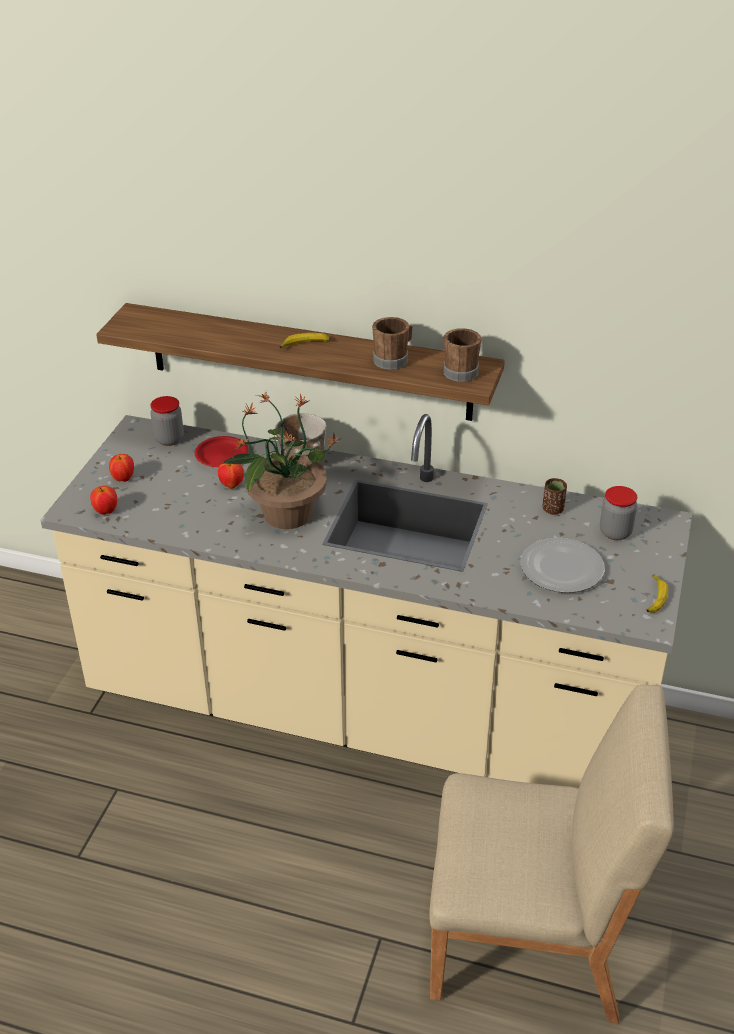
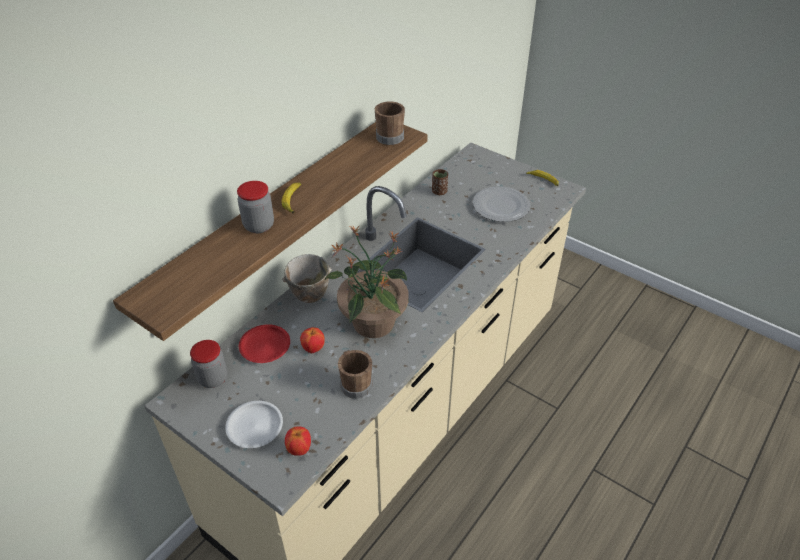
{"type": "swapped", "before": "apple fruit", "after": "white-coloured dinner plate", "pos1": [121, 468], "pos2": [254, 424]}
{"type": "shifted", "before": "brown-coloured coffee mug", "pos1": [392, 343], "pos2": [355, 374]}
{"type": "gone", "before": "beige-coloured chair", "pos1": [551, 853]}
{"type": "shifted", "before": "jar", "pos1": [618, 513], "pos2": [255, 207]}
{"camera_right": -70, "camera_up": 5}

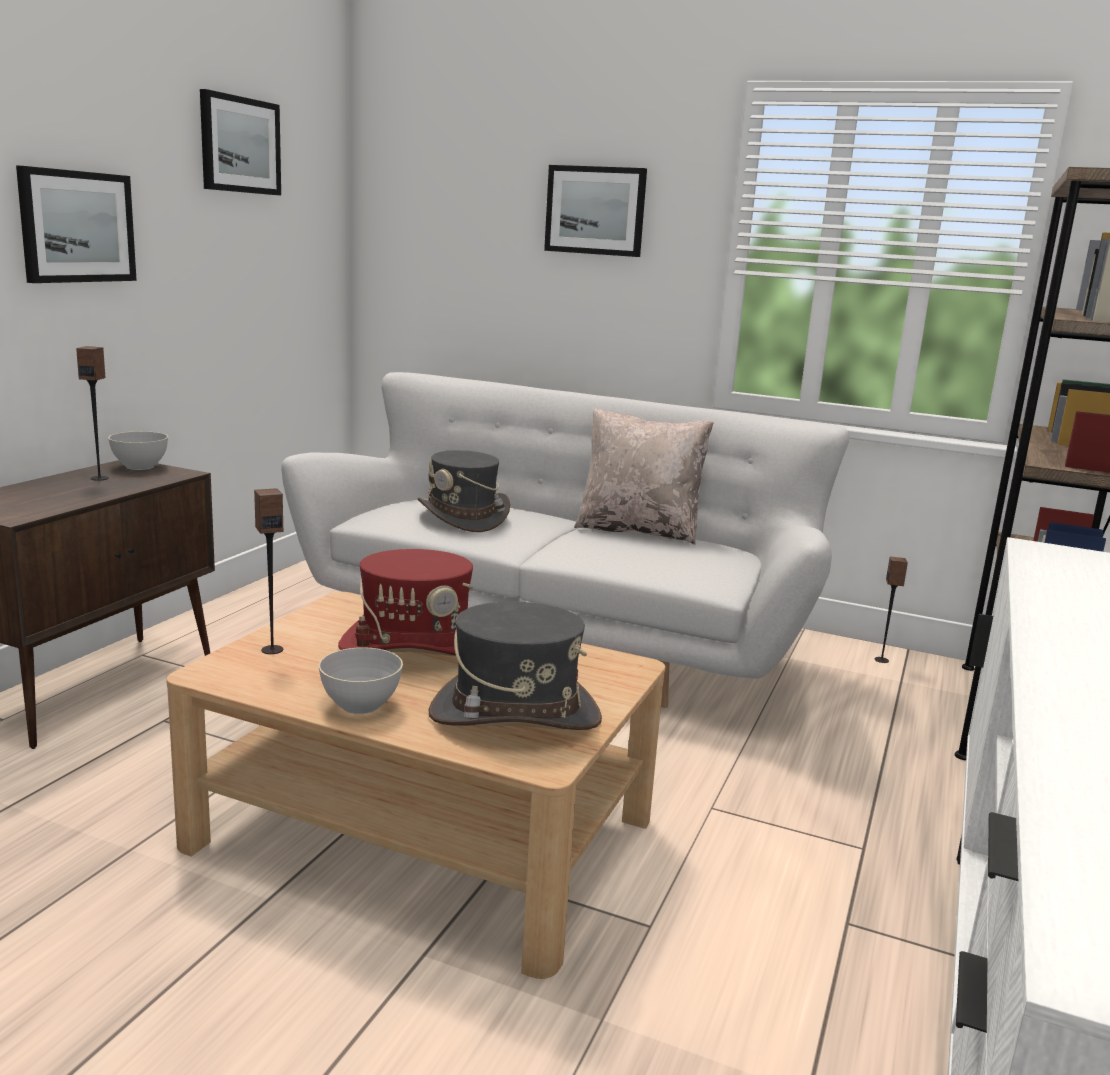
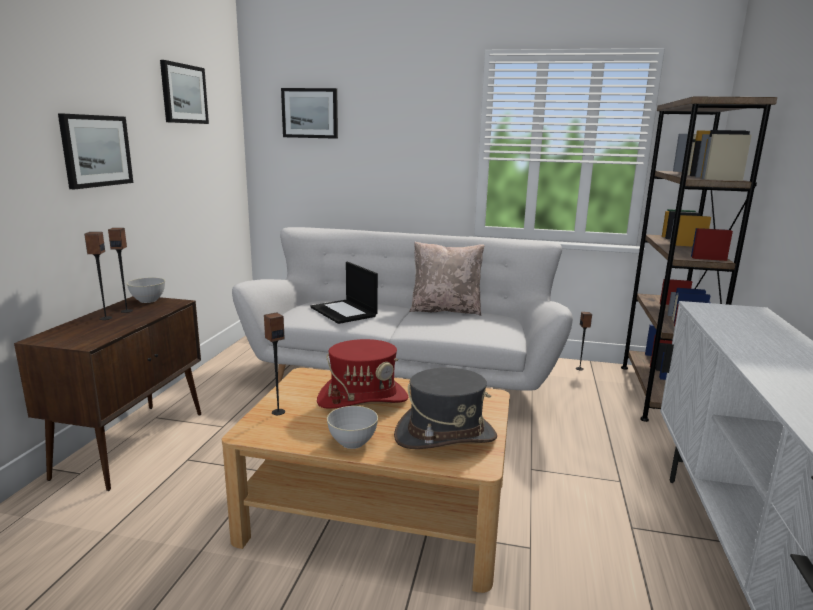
{"type": "swapped", "before": "greyish clothing hat", "after": "laptop", "pos1": [464, 491], "pos2": [344, 293]}
{"type": "shifted", "before": "wall picture", "pos1": [595, 211], "pos2": [309, 113]}
{"type": "new", "after": "speaker", "pos2": [98, 276]}
{"camera_right": -10, "camera_up": 0}

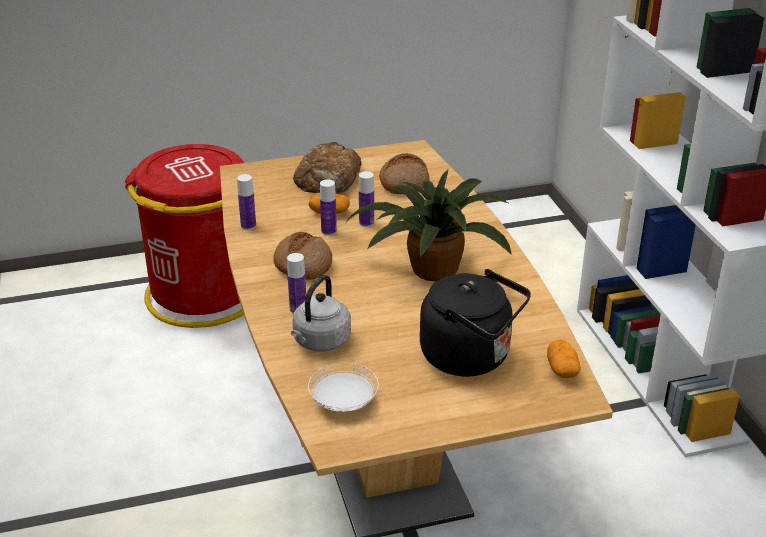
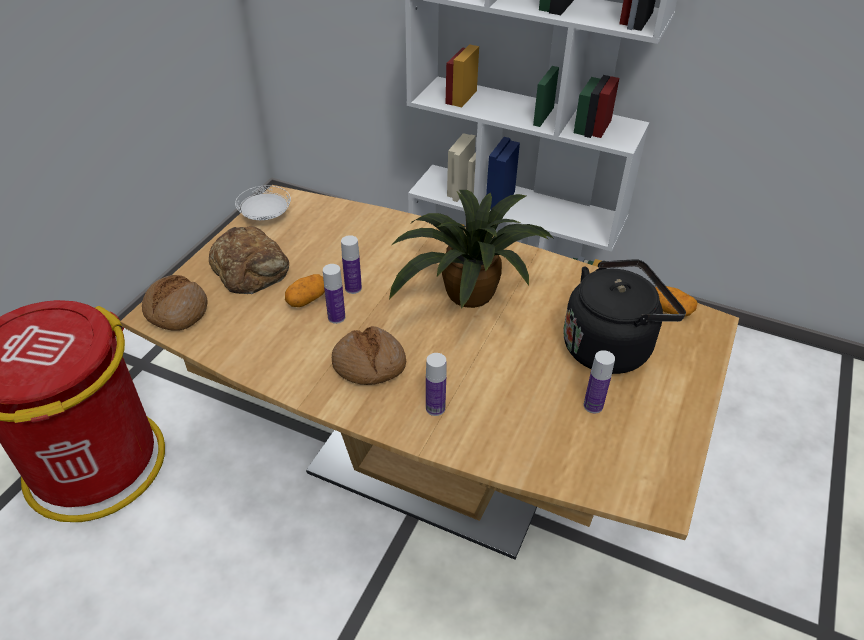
{"type": "shifted", "before": "beverage bottle", "pos1": [246, 202], "pos2": [599, 382]}
{"type": "gone", "before": "greyish water kettle", "pos1": [321, 313]}
{"type": "shifted", "before": "white-coloured dinner plate", "pos1": [343, 387], "pos2": [263, 202]}
{"type": "shifted", "before": "baked bread", "pos1": [404, 173], "pos2": [174, 303]}
{"camera_right": -50, "camera_up": 10}

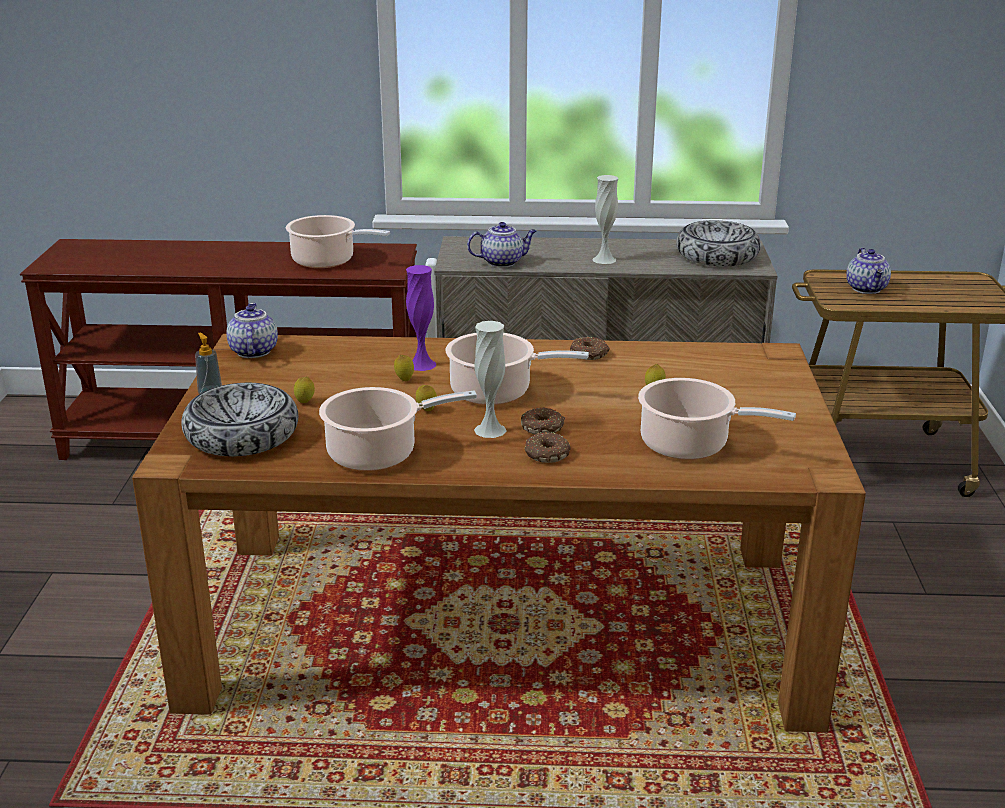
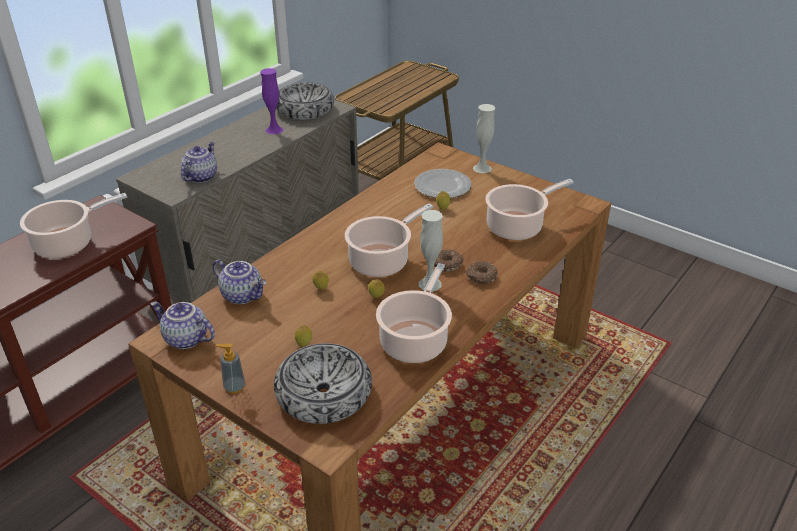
{"type": "shifted", "before": "purple-coloured decorative vase", "pos1": [421, 318], "pos2": [271, 101]}
{"type": "gone", "before": "doughnut", "pos1": [590, 348]}
{"type": "shifted", "before": "white-coloured decorative vase", "pos1": [605, 219], "pos2": [484, 138]}
{"type": "shifted", "before": "pot for tea", "pos1": [868, 271], "pos2": [239, 281]}
{"type": "new", "after": "dinner plate", "pos2": [442, 183]}
{"camera_right": -55, "camera_up": 10}

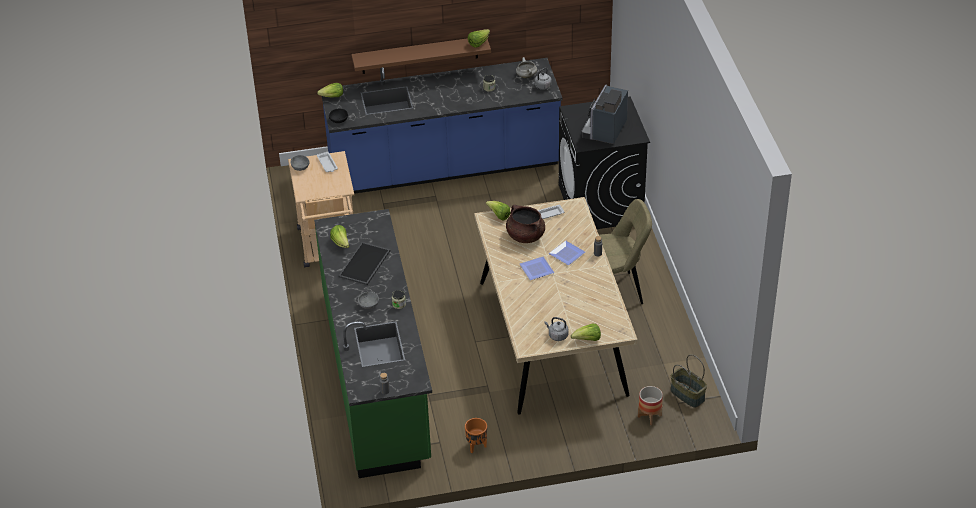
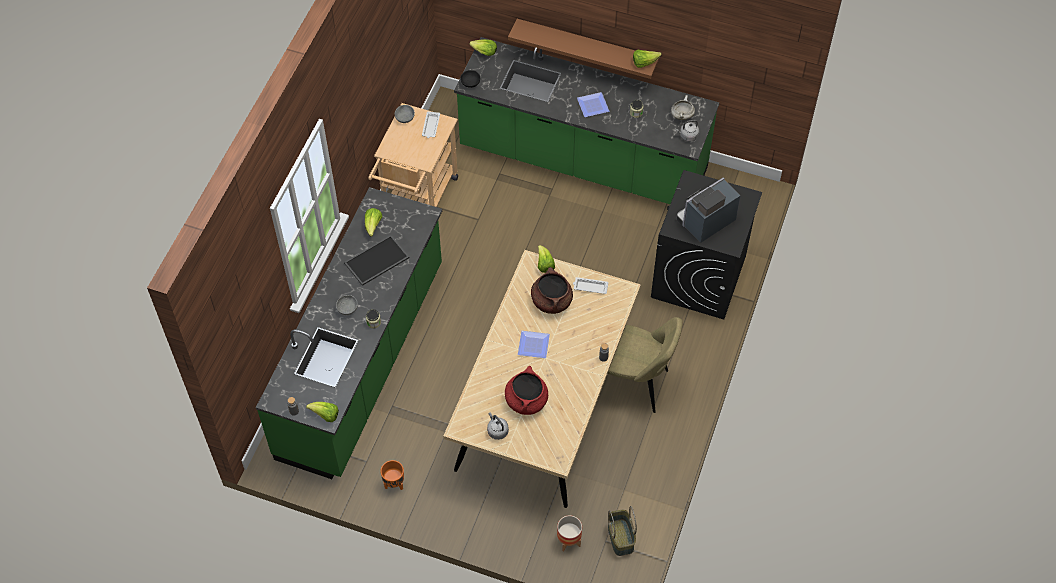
{"type": "repainted", "before": "blue kitchen base unit", "after": "green-coloured kitchen base unit", "pos1": [442, 126], "pos2": [586, 120]}
{"type": "shifted", "before": "dinner plate", "pos1": [567, 253], "pos2": [593, 104]}
{"type": "shifted", "before": "lettuce head", "pos1": [586, 332], "pos2": [322, 412]}
{"type": "new", "after": "red-coloured cooking pot", "pos2": [526, 390]}
{"camera_right": 30, "camera_up": 15}

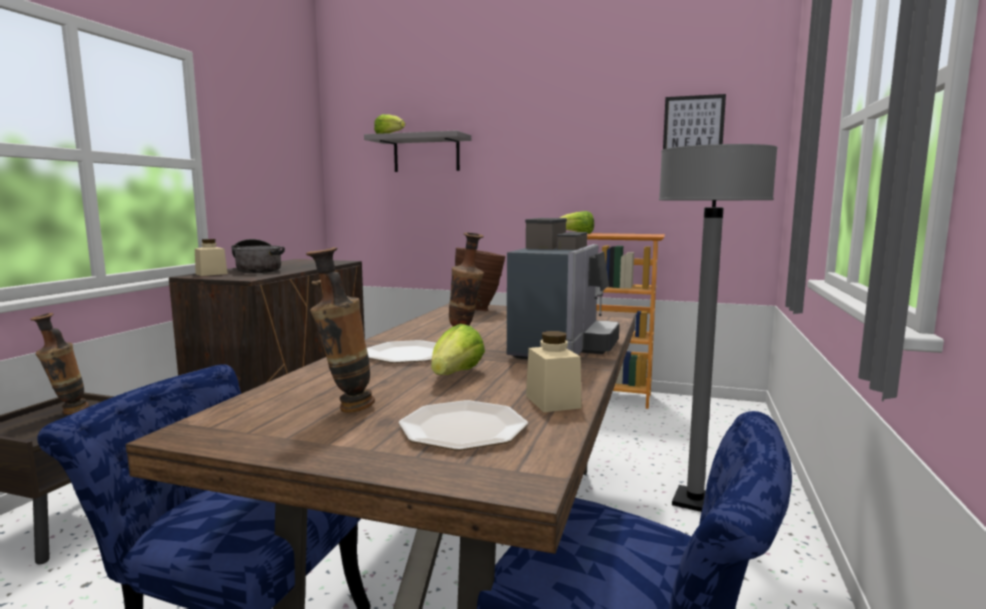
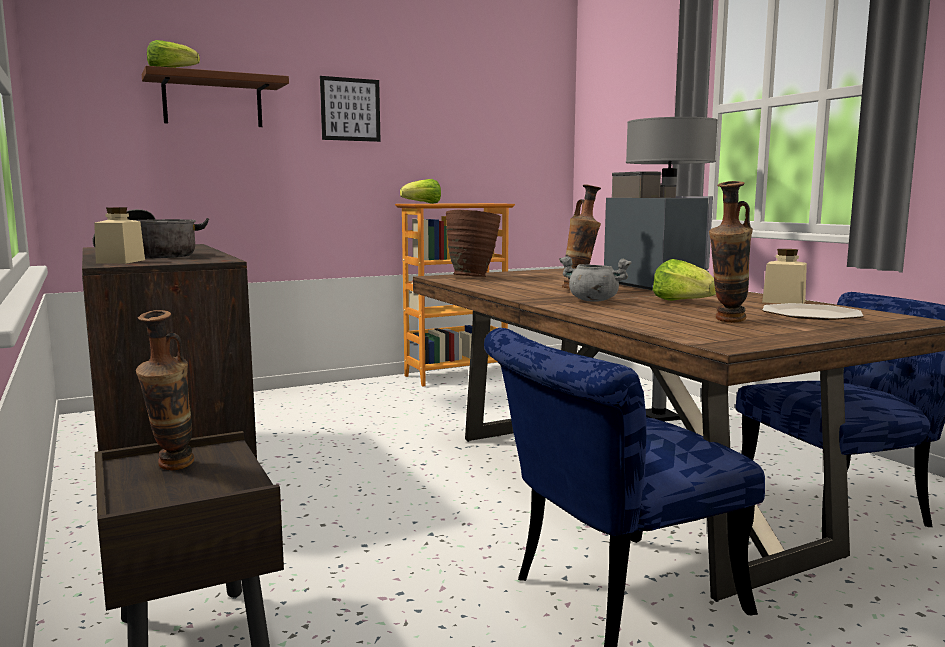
{"type": "repainted", "before": "greyish bracket shelf", "after": "brown-coloured bracket shelf", "pos1": [417, 151], "pos2": [215, 96]}
{"type": "swapped", "before": "dinner plate", "after": "greyish cooking pot", "pos1": [401, 351], "pos2": [595, 279]}
{"type": "shifted", "before": "wall picture", "pos1": [694, 121], "pos2": [350, 109]}
{"camera_right": -45, "camera_up": 0}

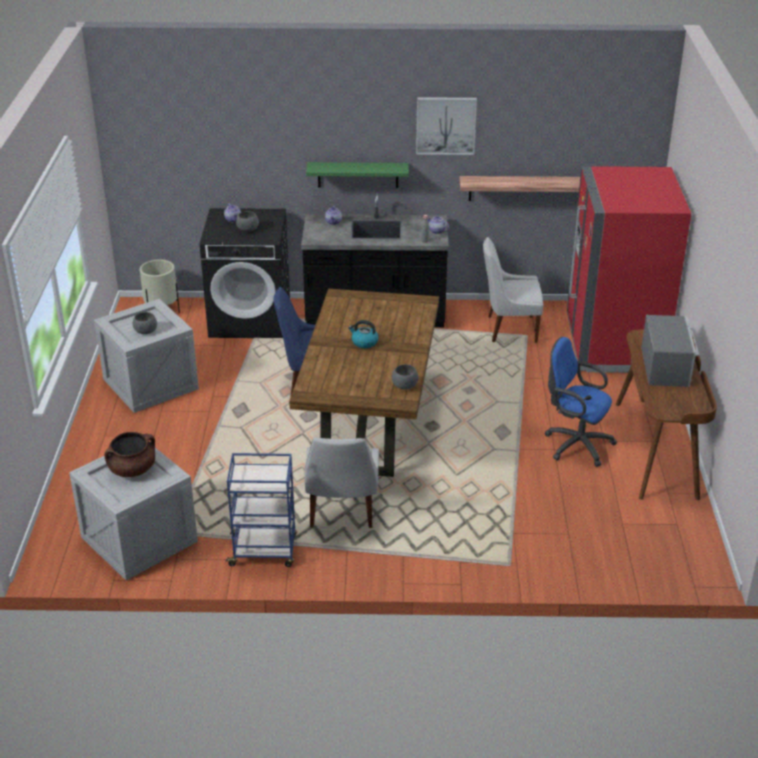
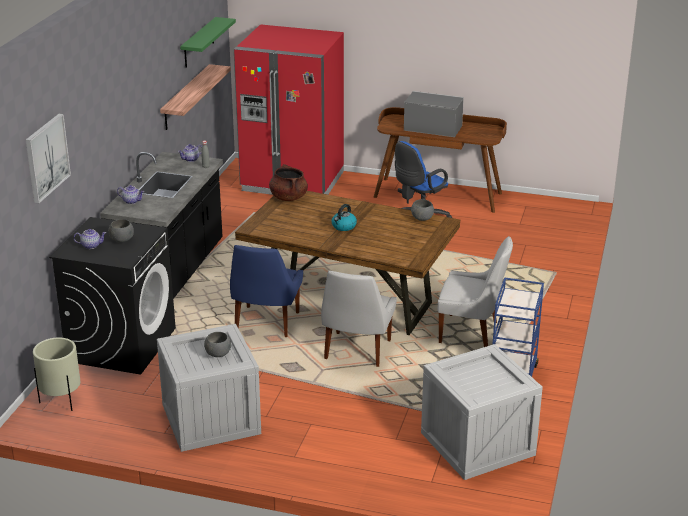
{"type": "shifted", "before": "brown-coloured cooking pot", "pos1": [129, 454], "pos2": [288, 182]}
{"type": "shifted", "before": "green-coloured bracket shelf", "pos1": [357, 175], "pos2": [208, 42]}
{"type": "shifted", "before": "wall picture", "pos1": [446, 126], "pos2": [48, 159]}
{"type": "shifted", "before": "white-coloured chair", "pos1": [513, 290], "pos2": [359, 319]}
{"camera_right": -75, "camera_up": -5}

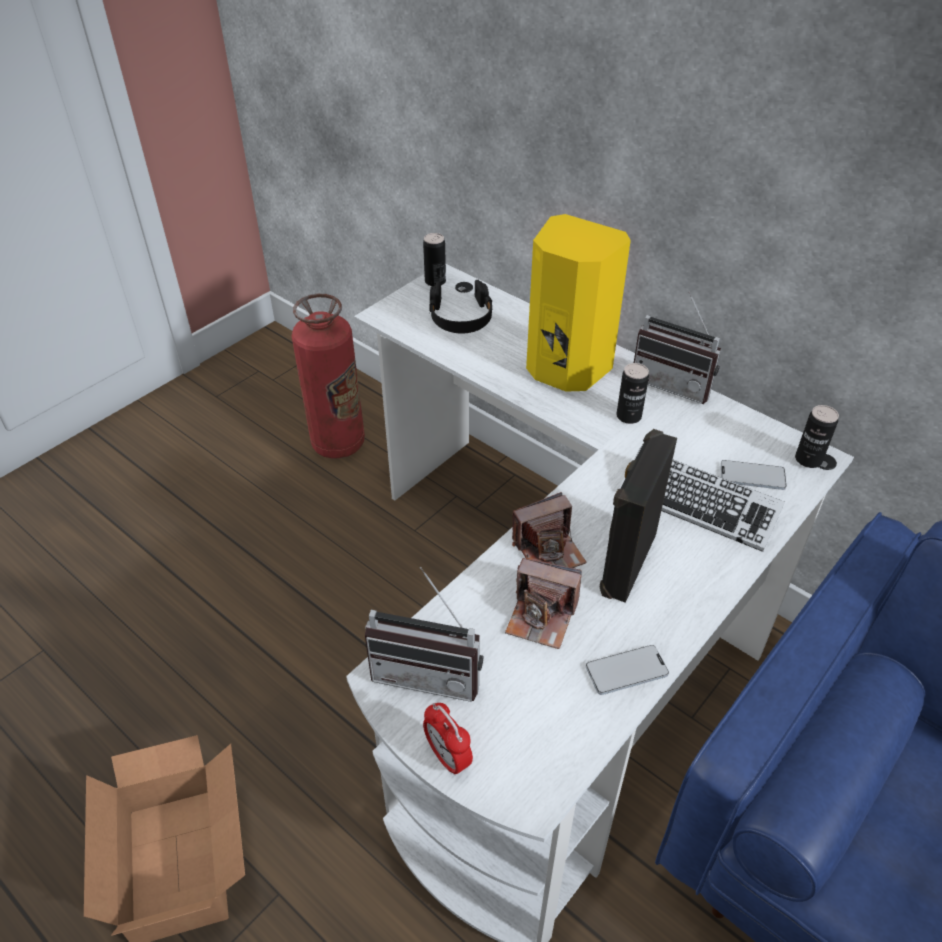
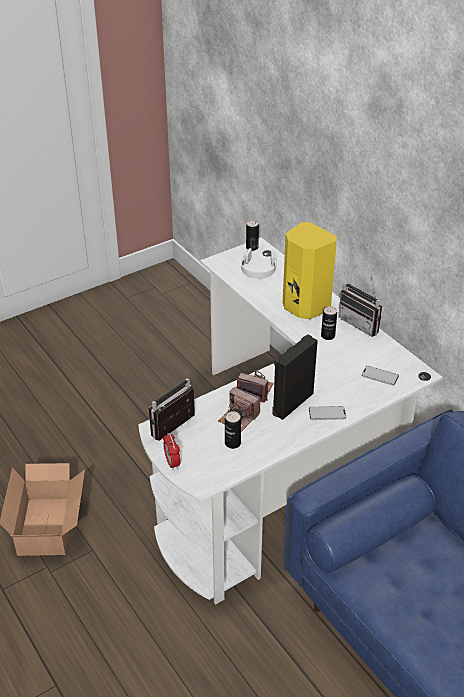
{"type": "gone", "before": "extinguisher", "pos1": [328, 376]}
{"type": "rotated", "before": "radio", "pos1": [424, 634], "pos2": [172, 409], "turn": 105}
{"type": "repainted", "before": "blackish headset", "after": "white-coloured headset", "pos1": [461, 307], "pos2": [259, 263]}
{"type": "rotated", "before": "still camera", "pos1": [549, 530], "pos2": [255, 386], "turn": -150}
{"type": "shifted", "before": "telephone", "pos1": [627, 670], "pos2": [327, 413]}
{"type": "gone", "before": "PC keyboard", "pos1": [702, 499]}
{"type": "shifted", "before": "can", "pos1": [817, 436], "pos2": [233, 430]}
{"camera_right": 15, "camera_up": -5}

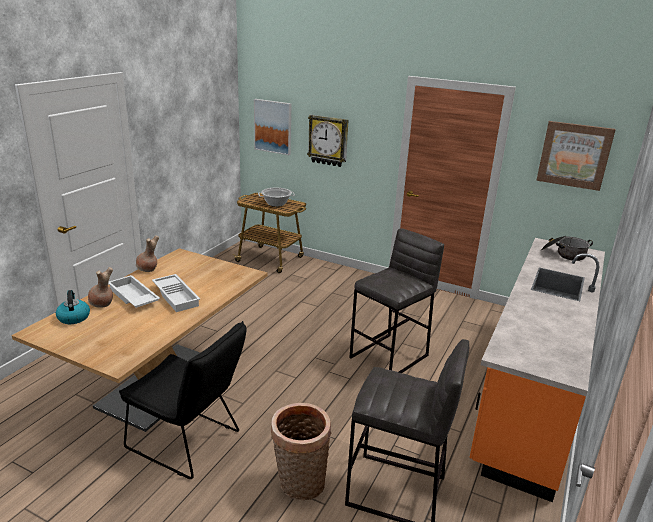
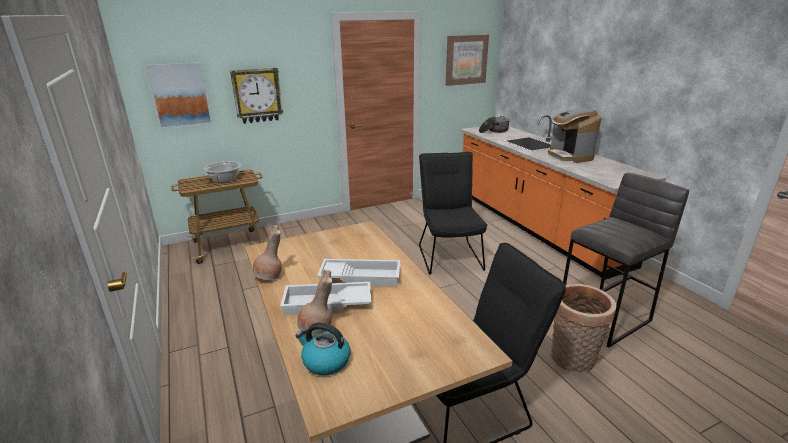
{"type": "swapped", "before": "greyish stool", "after": "blackish chair", "pos1": [396, 300], "pos2": [453, 213]}
{"type": "new", "after": "coffee machine", "pos2": [575, 136]}
{"camera_right": -50, "camera_up": 0}

